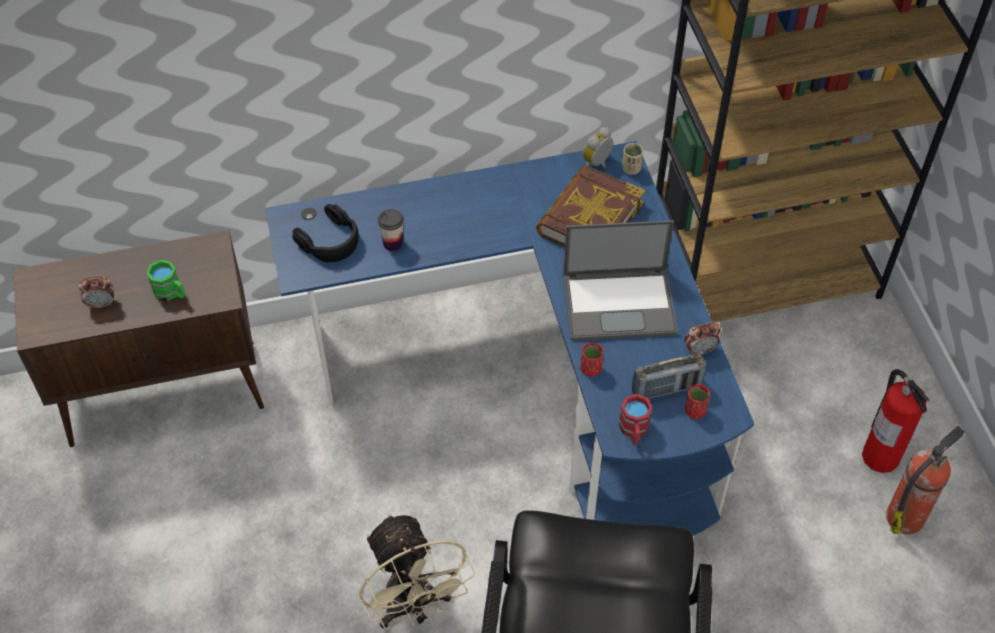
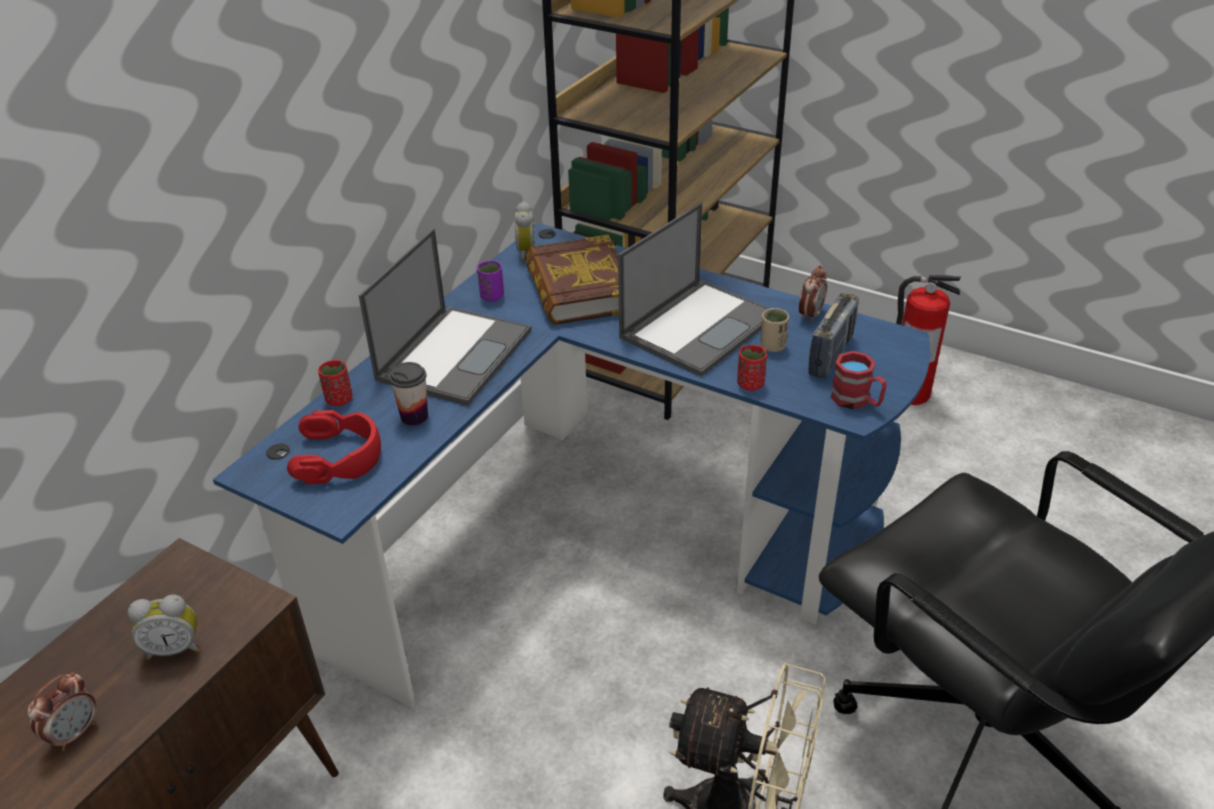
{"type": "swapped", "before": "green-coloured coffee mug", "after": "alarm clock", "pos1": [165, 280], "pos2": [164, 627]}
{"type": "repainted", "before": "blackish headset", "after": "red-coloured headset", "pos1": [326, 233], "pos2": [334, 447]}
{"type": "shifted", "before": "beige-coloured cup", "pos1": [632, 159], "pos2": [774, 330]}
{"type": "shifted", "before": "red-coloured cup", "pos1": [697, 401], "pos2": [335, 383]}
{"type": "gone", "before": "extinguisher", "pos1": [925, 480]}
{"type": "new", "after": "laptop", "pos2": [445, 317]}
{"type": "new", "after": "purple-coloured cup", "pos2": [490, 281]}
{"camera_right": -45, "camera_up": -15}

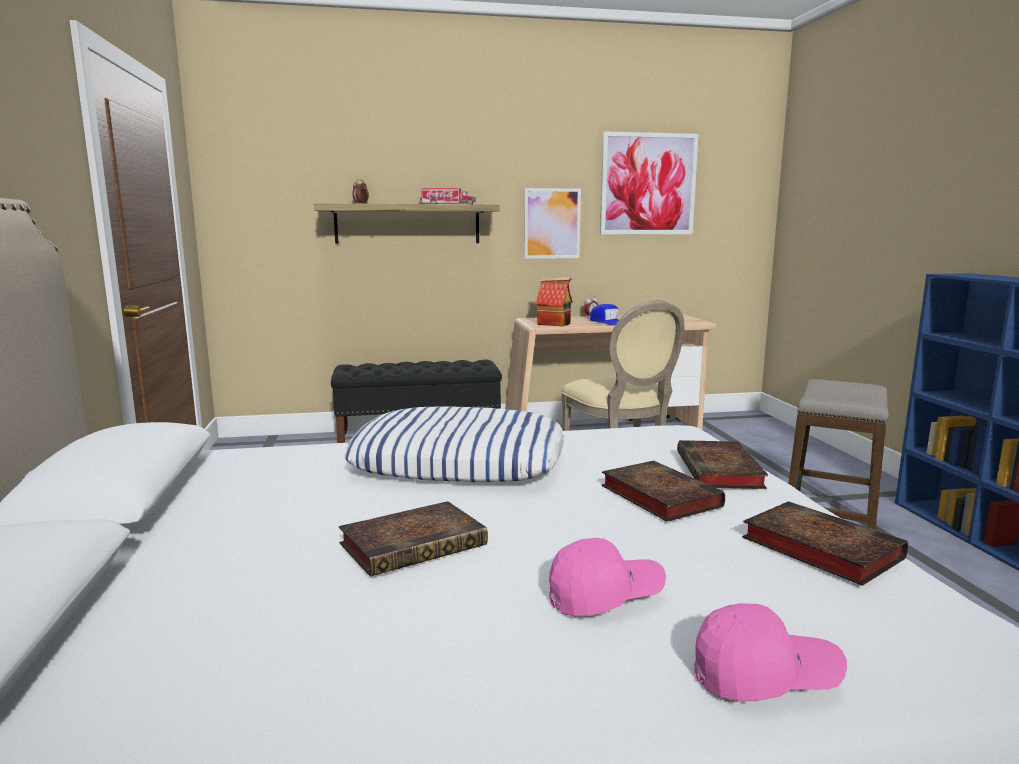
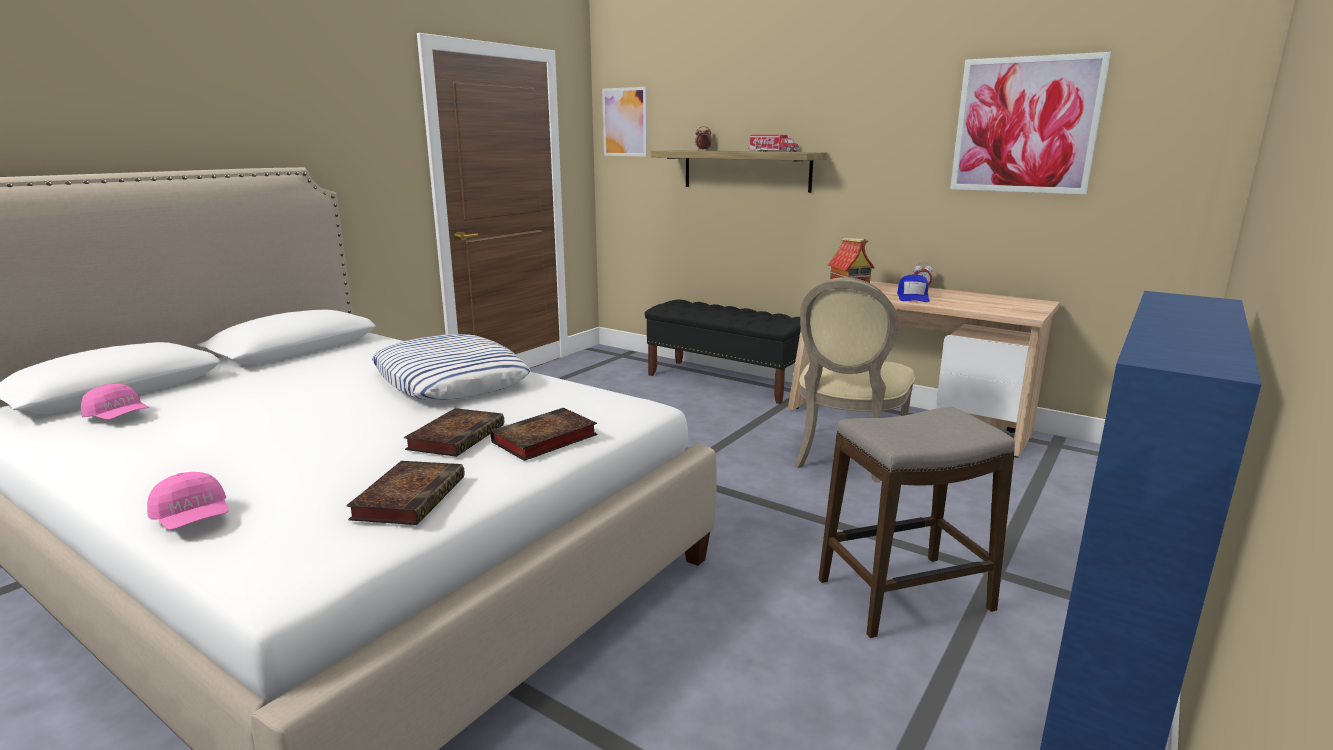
{"type": "gone", "before": "volume", "pos1": [413, 539]}
{"type": "shifted", "before": "wall picture", "pos1": [552, 223], "pos2": [624, 121]}
{"type": "shifted", "before": "pinkish peaked cap", "pos1": [607, 577], "pos2": [115, 401]}
{"camera_right": 45, "camera_up": 5}

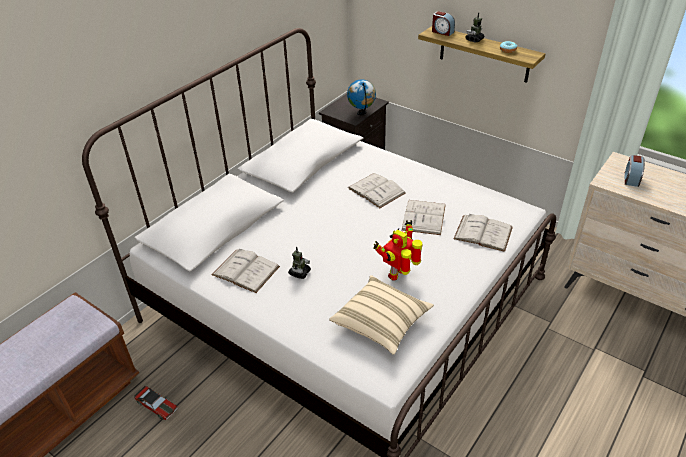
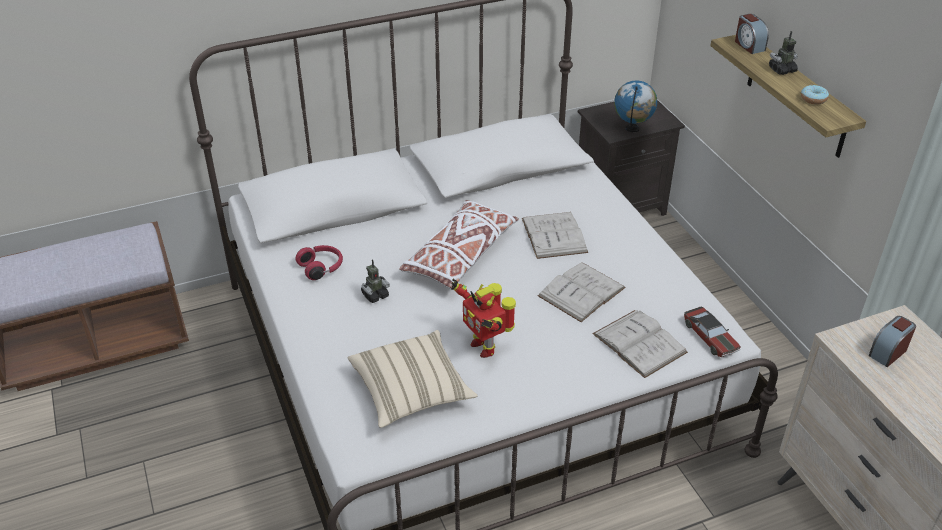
{"type": "shifted", "before": "miniature car", "pos1": [156, 403], "pos2": [712, 331]}
{"type": "swapped", "before": "white-coloured volume", "after": "red-coloured headset", "pos1": [246, 271], "pos2": [319, 262]}
{"type": "rotated", "before": "toy robot", "pos1": [397, 250], "pos2": [483, 318], "turn": -105}
{"type": "new", "after": "white-coloured pillow", "pos2": [459, 244]}
{"camera_right": 30, "camera_up": 0}

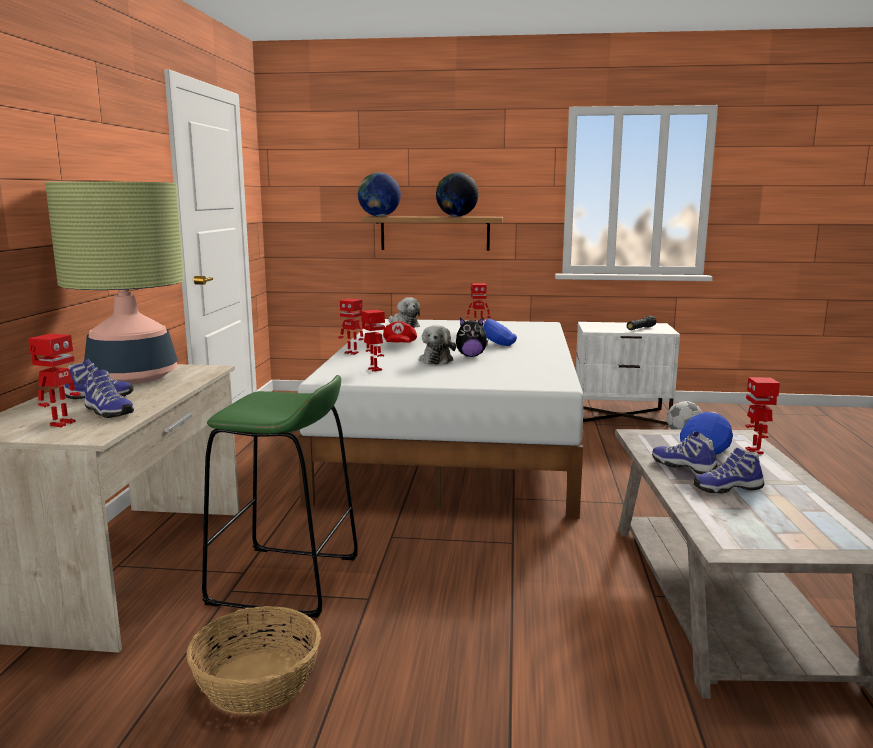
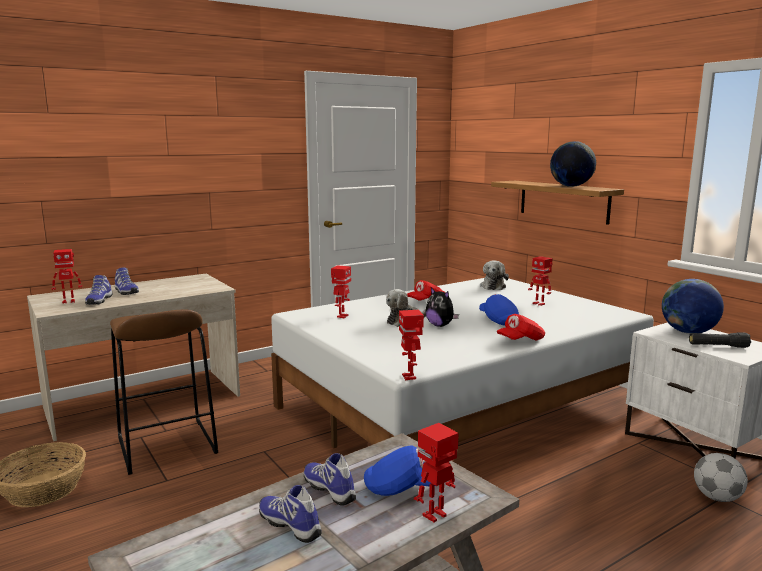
{"type": "gone", "before": "lamp for a table", "pos1": [114, 283]}
{"type": "repainted", "before": "green-coloured stool", "after": "brown-coloured stool", "pos1": [280, 496], "pos2": [164, 392]}
{"type": "shifted", "before": "toy robot", "pos1": [351, 327], "pos2": [411, 345]}
{"type": "shifted", "before": "globe", "pos1": [379, 194], "pos2": [693, 306]}
{"type": "rotated", "before": "item of footwear", "pos1": [685, 452], "pos2": [330, 479], "turn": -45}
{"type": "new", "after": "red-coloured peaked cap", "pos2": [521, 327]}
{"camera_right": 50, "camera_up": 0}

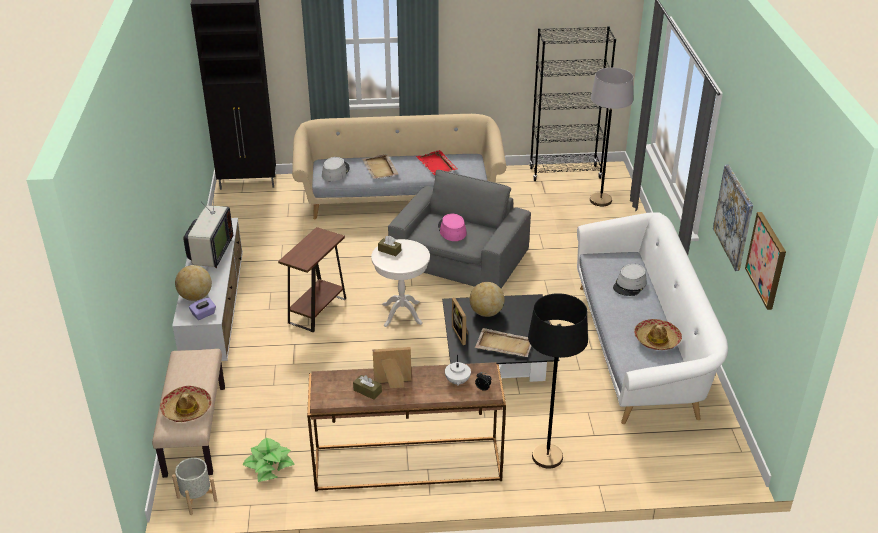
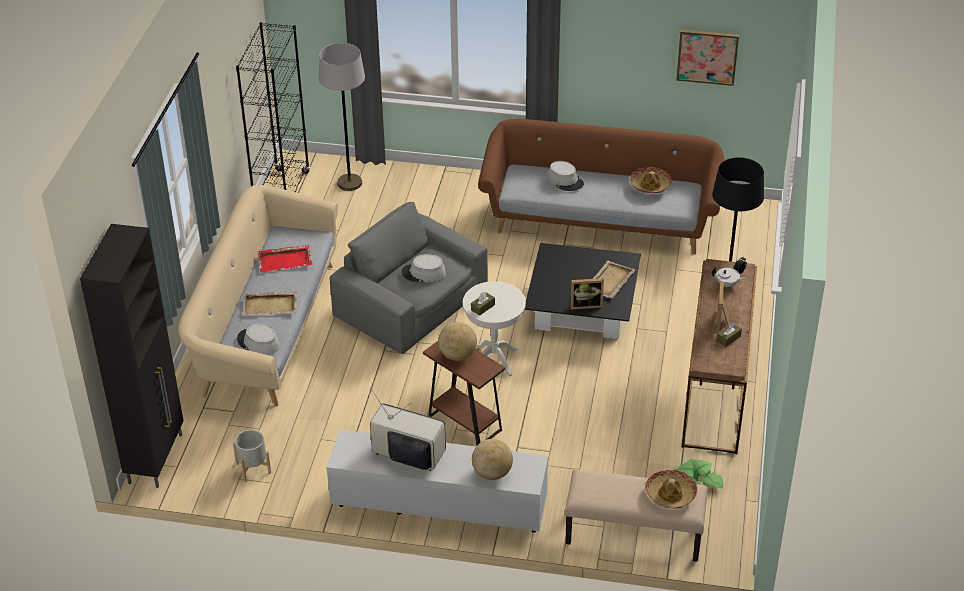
{"type": "shifted", "before": "greyish flower pot", "pos1": [194, 486], "pos2": [252, 456]}
{"type": "gone", "before": "purple-coloured box of tissues", "pos1": [202, 309]}
{"type": "repainted", "before": "pinkish clothing hat", "after": "greyish clothing hat", "pos1": [452, 227], "pos2": [423, 268]}
{"type": "shifted", "before": "globe", "pos1": [487, 299], "pos2": [457, 341]}
{"type": "repainted", "before": "white-coloured settee", "after": "brown-coloured settee", "pos1": [652, 318], "pos2": [601, 186]}
{"type": "gone", "before": "wall picture", "pos1": [733, 218]}
{"camera_right": -75, "camera_up": 5}

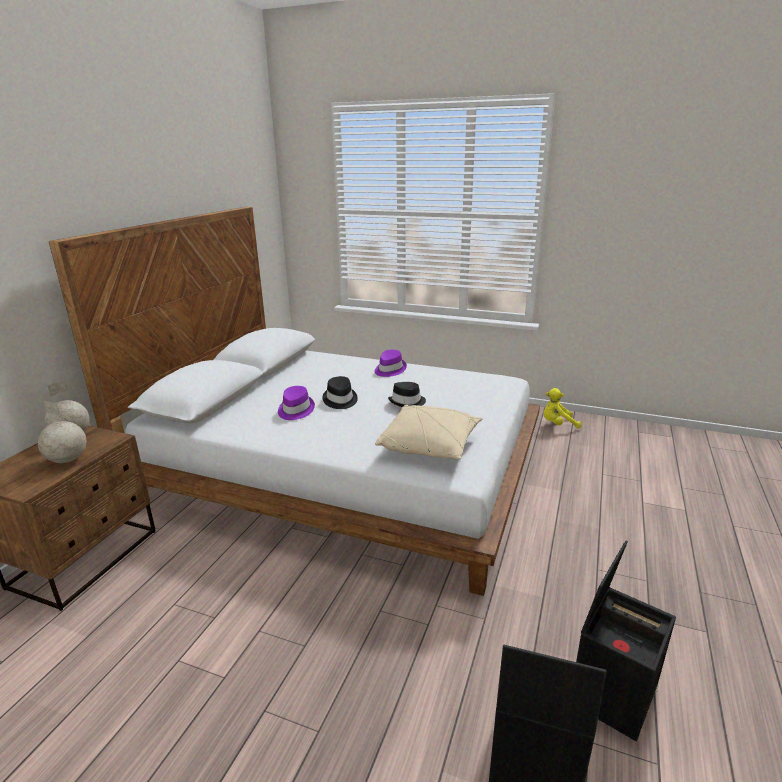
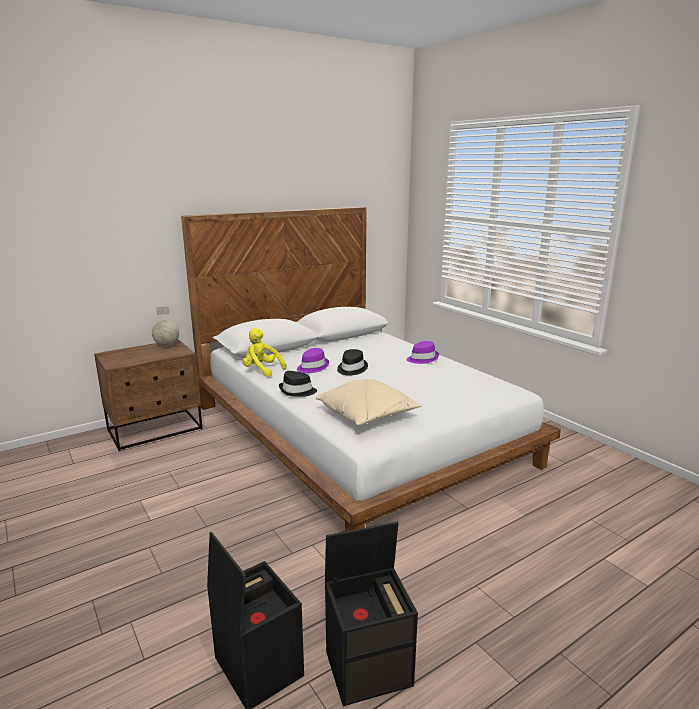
{"type": "gone", "before": "globe", "pos1": [62, 432]}
{"type": "shifted", "before": "blackish clothing hat", "pos1": [407, 394], "pos2": [298, 384]}
{"type": "shifted", "before": "yellow-coloured soft toy", "pos1": [562, 408], "pos2": [264, 352]}
{"camera_right": 35, "camera_up": -5}

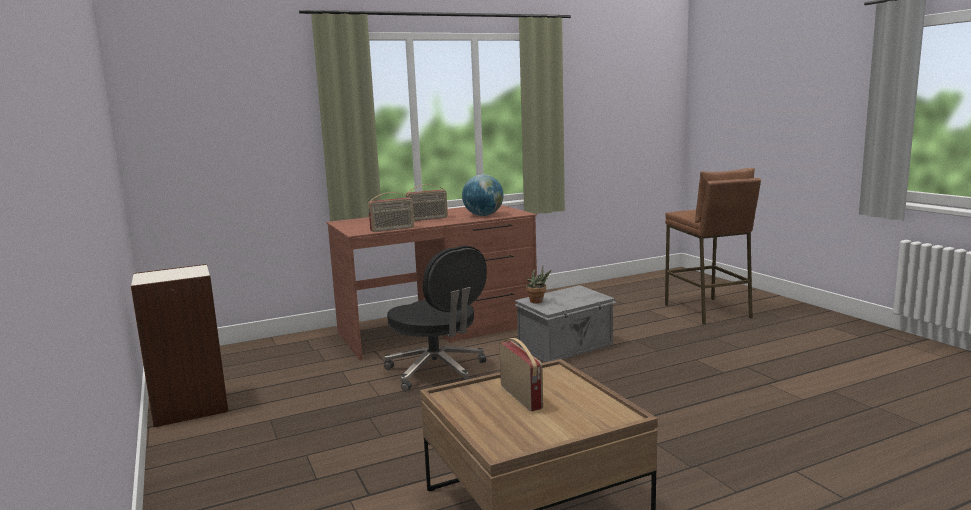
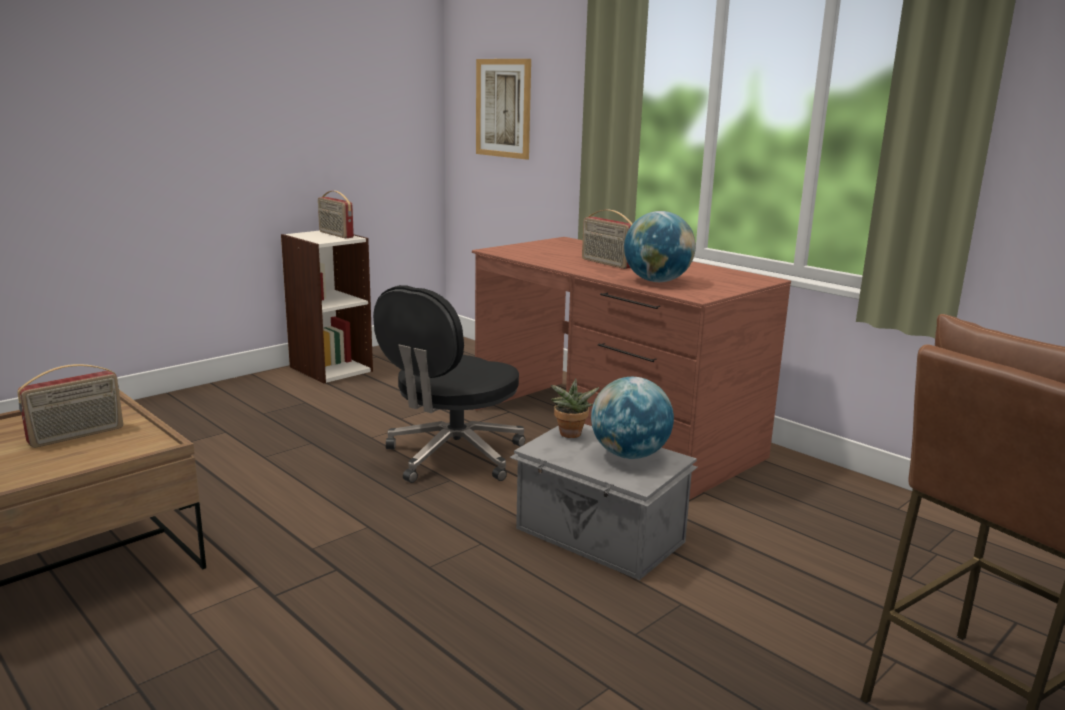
{"type": "shifted", "before": "radio", "pos1": [391, 212], "pos2": [336, 214]}
{"type": "new", "after": "wall picture", "pos2": [503, 109]}
{"type": "new", "after": "globe", "pos2": [632, 418]}
{"camera_right": 70, "camera_up": 5}

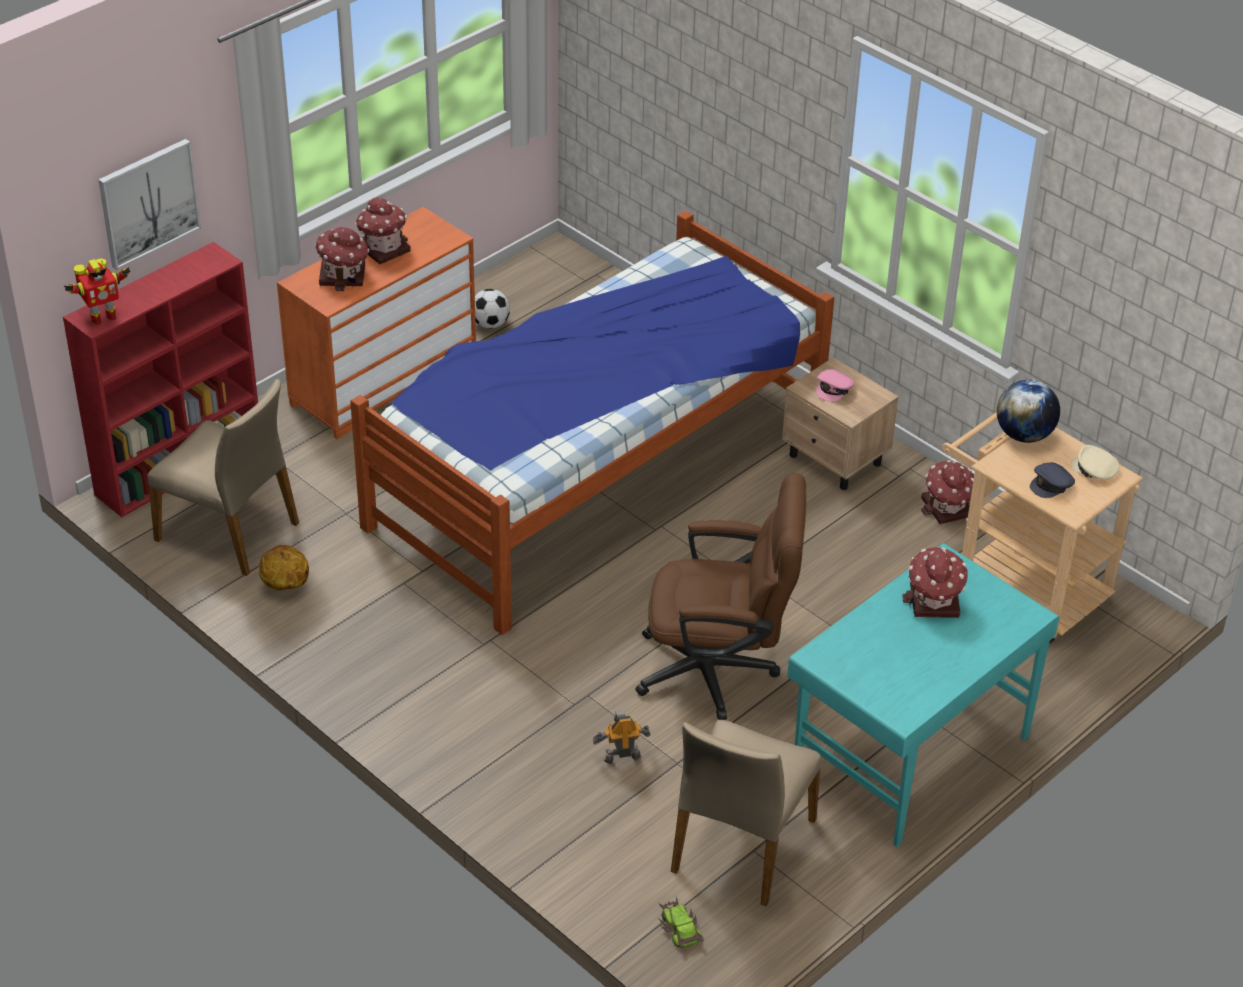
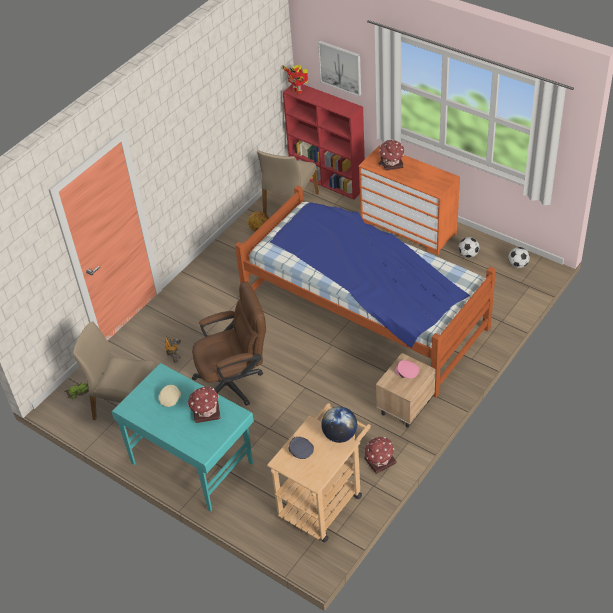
{"type": "gone", "before": "miniature house", "pos1": [383, 230]}
{"type": "rotated", "before": "brown-coloured computer chair", "pos1": [720, 596], "pos2": [229, 343], "turn": -105}
{"type": "shifted", "before": "beige-coloured peaked cap", "pos1": [1095, 462], "pos2": [169, 396]}
{"type": "new", "after": "ball for football", "pos2": [519, 257]}
{"camera_right": 85, "camera_up": 5}

